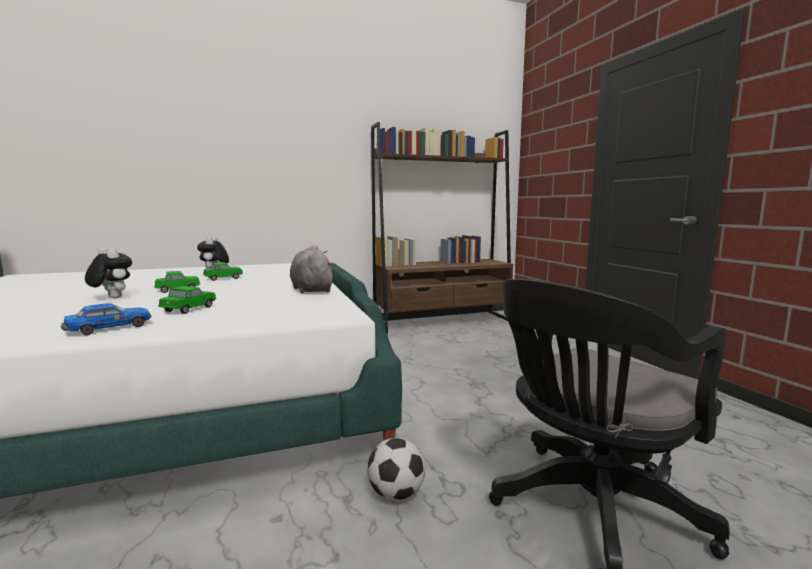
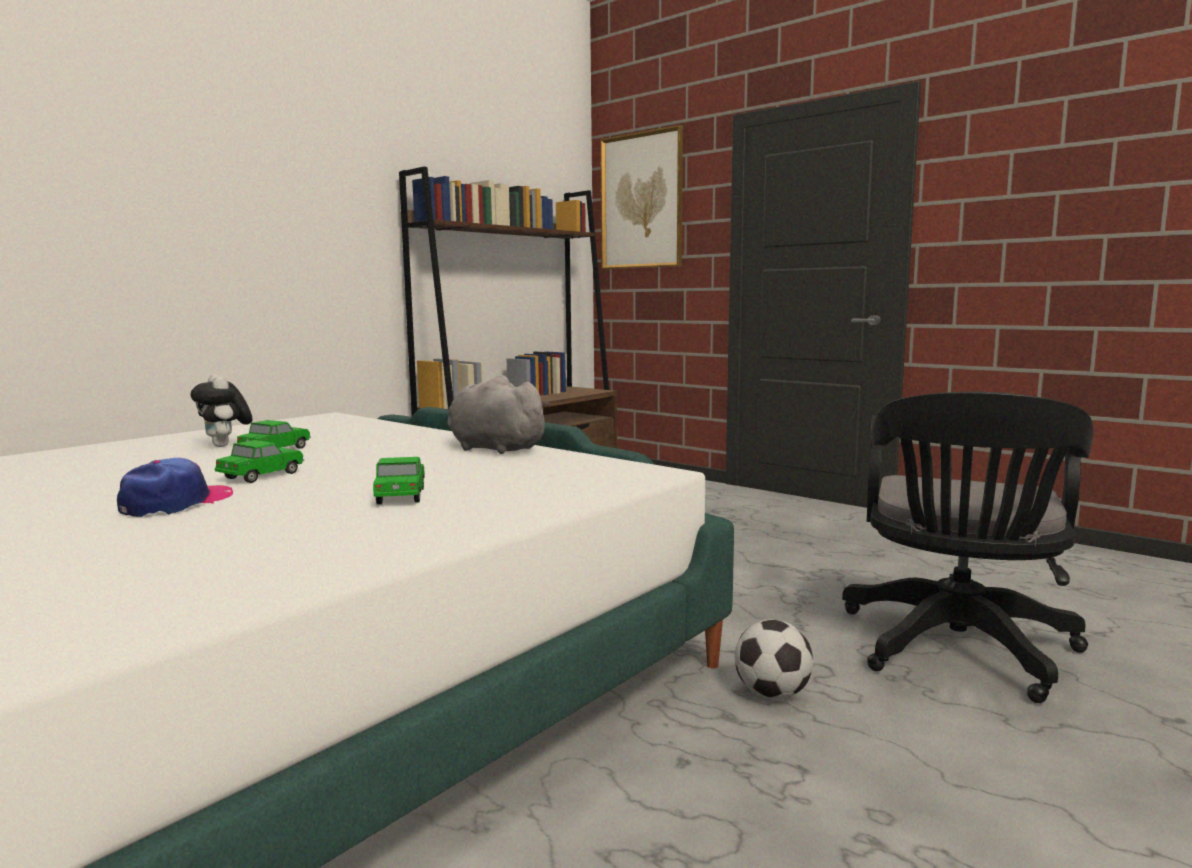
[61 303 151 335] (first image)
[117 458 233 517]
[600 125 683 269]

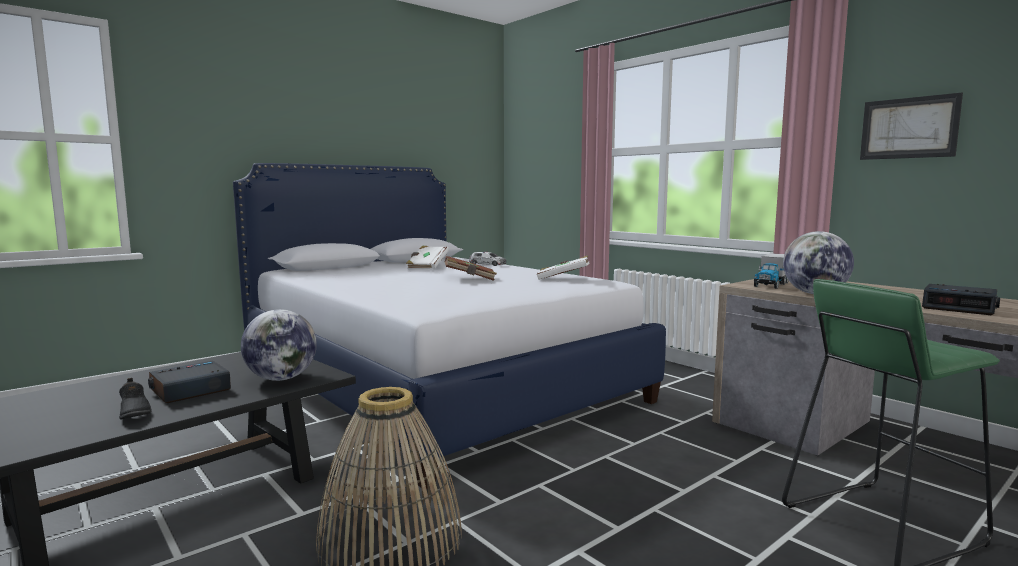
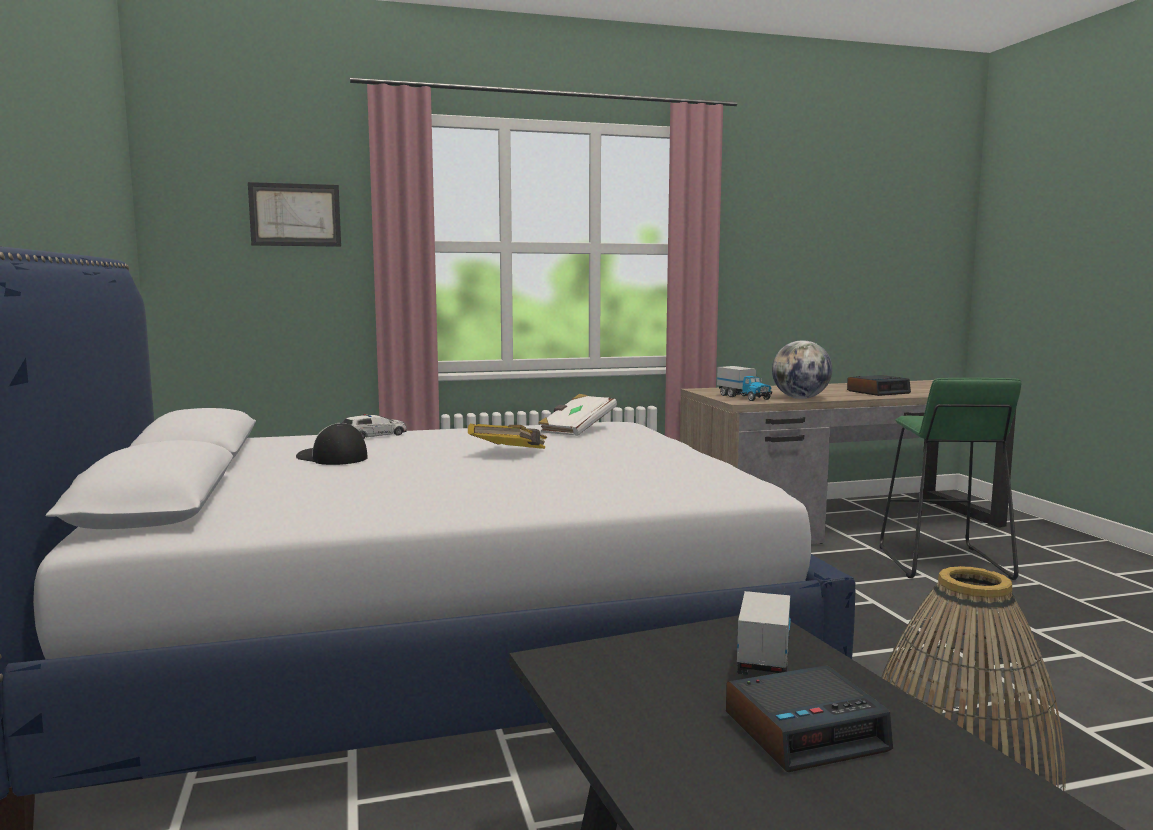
[119 378 152 420] (first image)
[726 665 893 772]
[737 589 791 675]
[296 423 368 465]
[468 424 547 449]
[248 182 341 247]

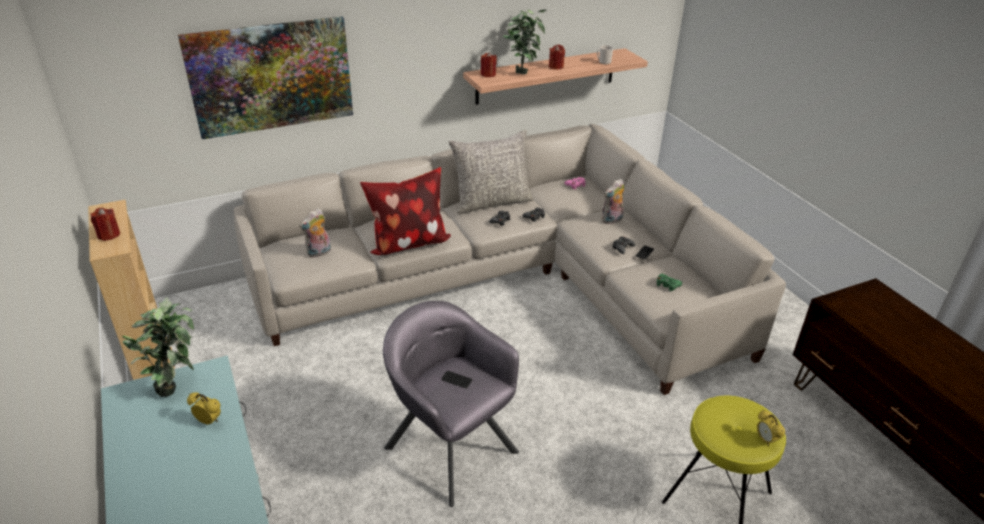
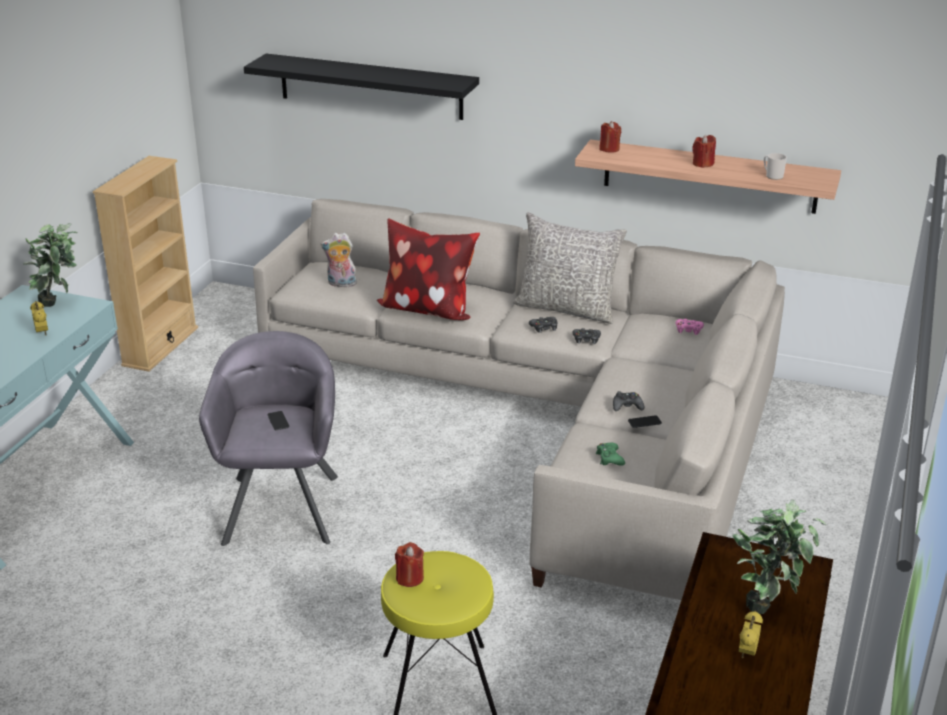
[395 542 424 587]
[244 54 479 120]
[732 499 827 614]
[602 178 624 224] (first image)
[739 611 763 658]

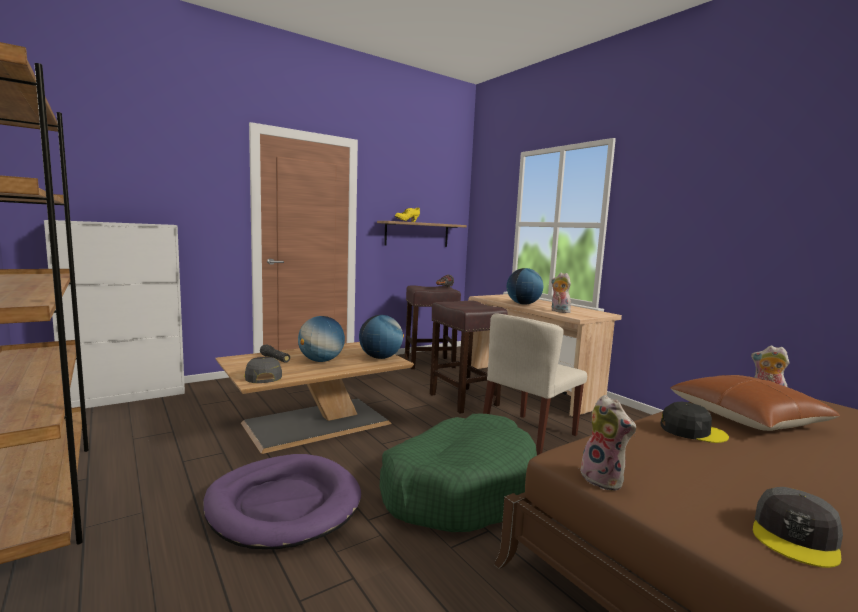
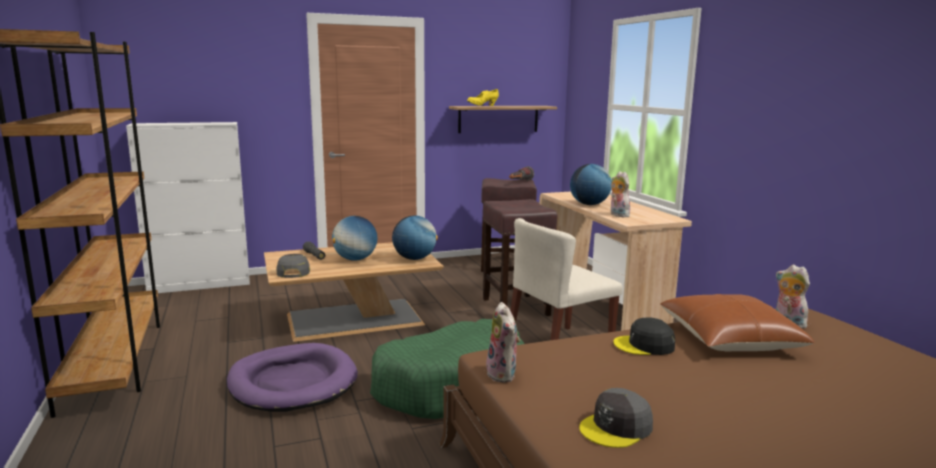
[613 317 675 355]

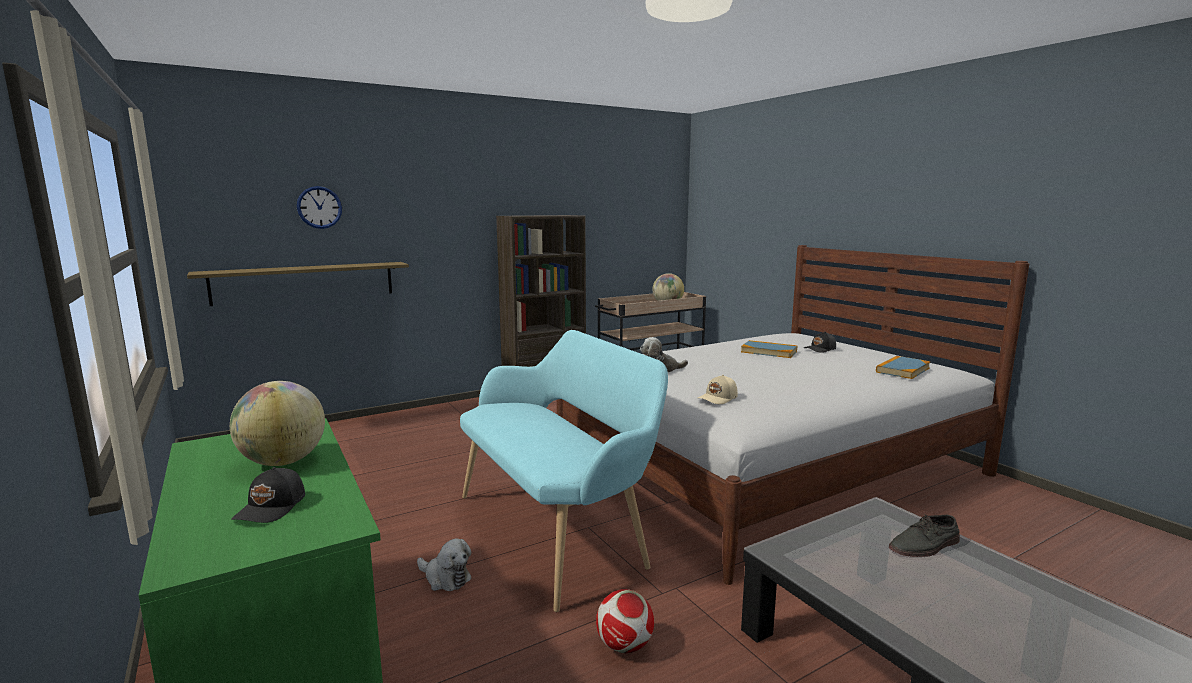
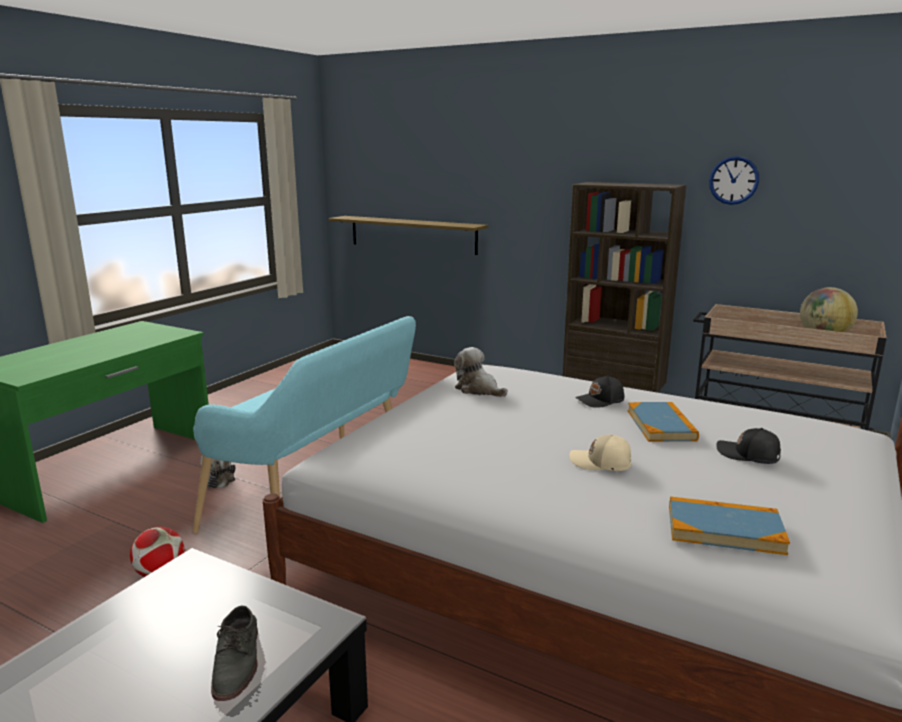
[230 381 325 466] (first image)
[575 375 624 408]
[709 156 759 205]
[569 434 632 471]
[211 605 258 701]

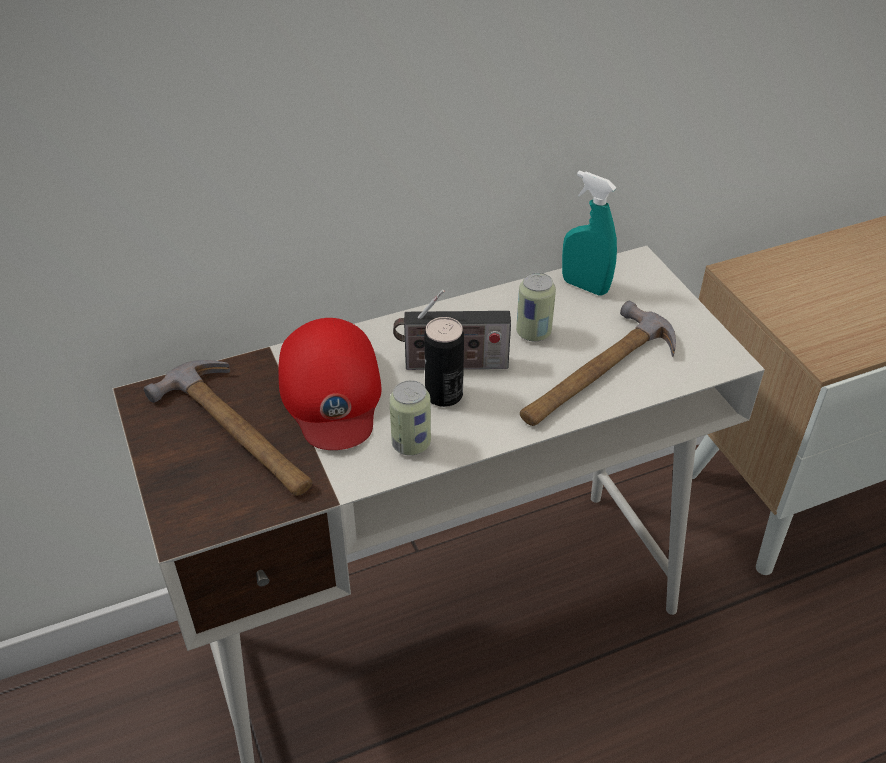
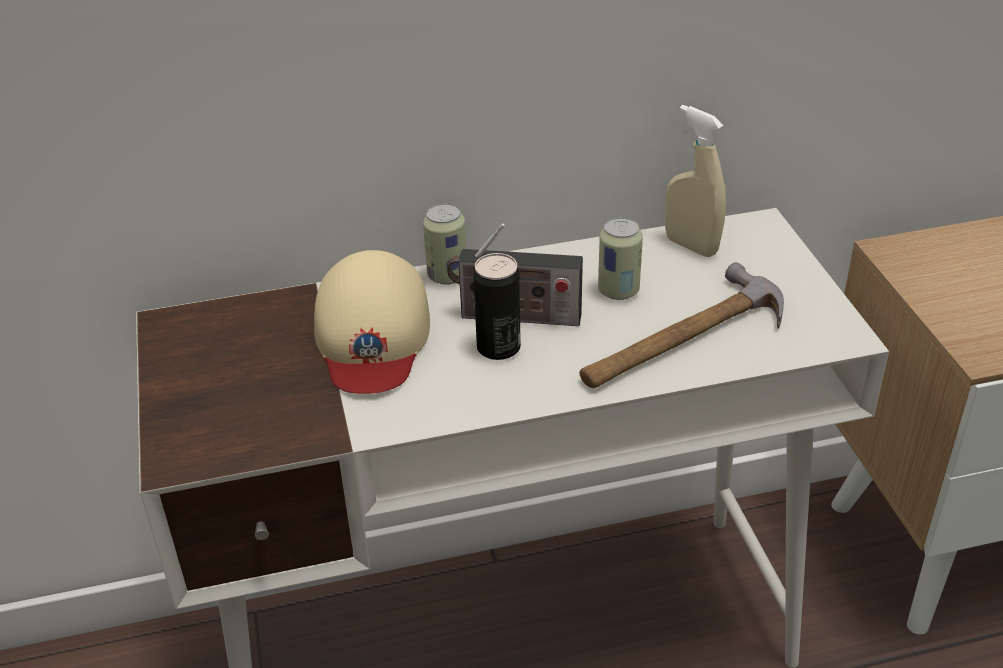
[144 360 312 496] (first image)
[314 250 430 394]
[423 204 466 285]
[665 105 726 257]

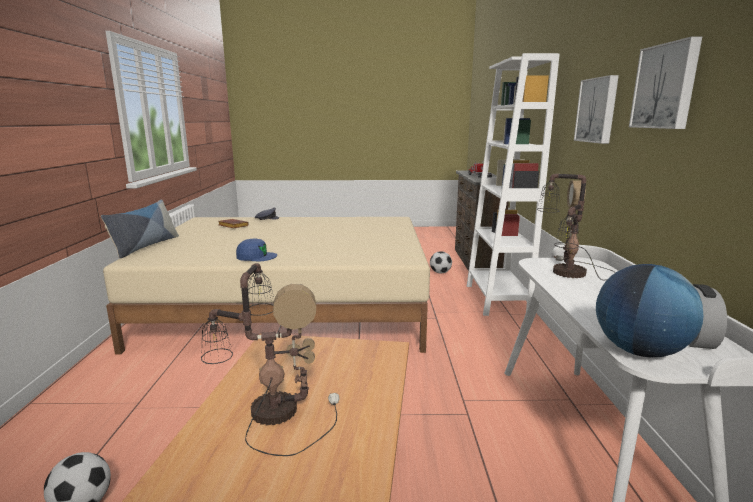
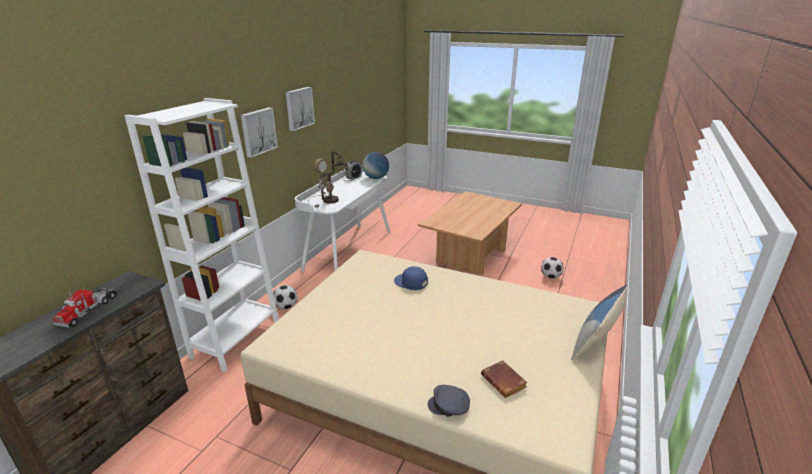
[201 263 340 456] (first image)
[394 266 428 290]
[273 285 297 309]

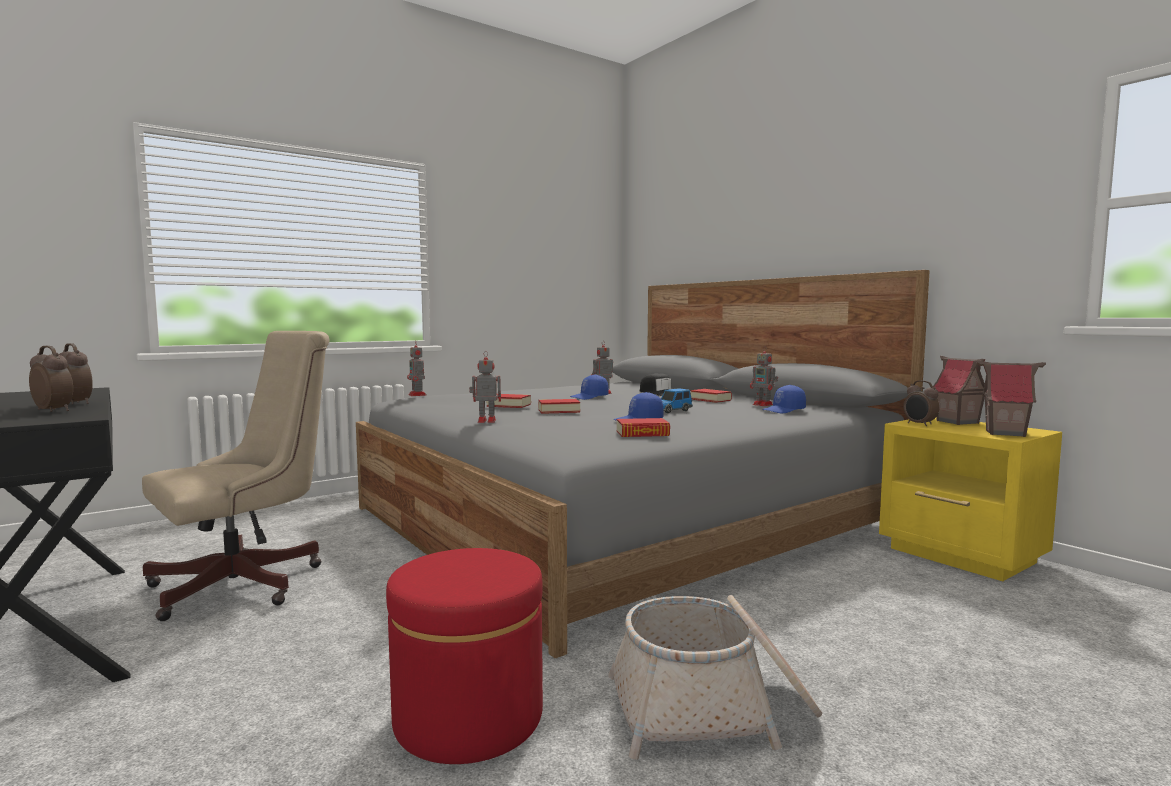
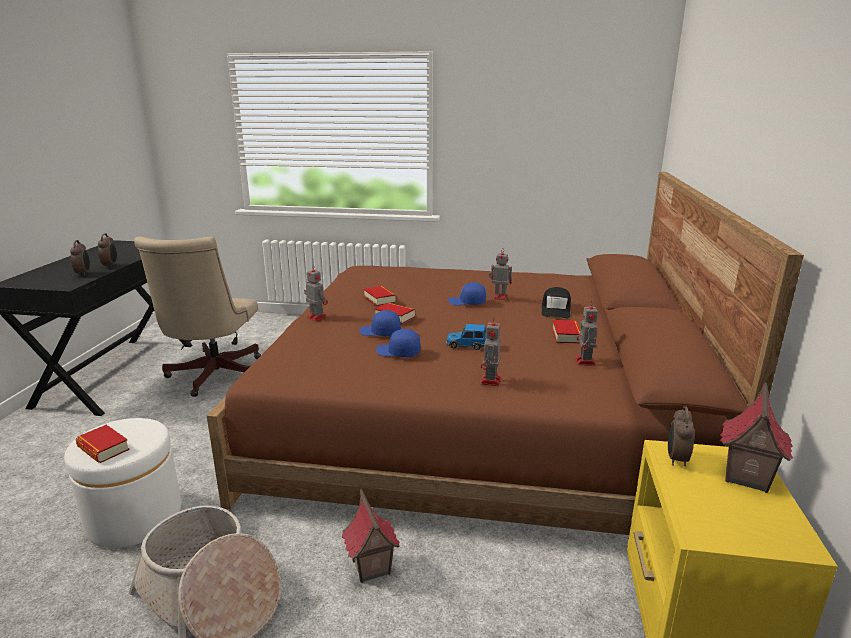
[134 236 261 397]
[207 172 804 535]
[64 418 181 548]
[480 317 501 386]
[75 425 130 463]
[359 310 401 336]
[342 489 399 583]

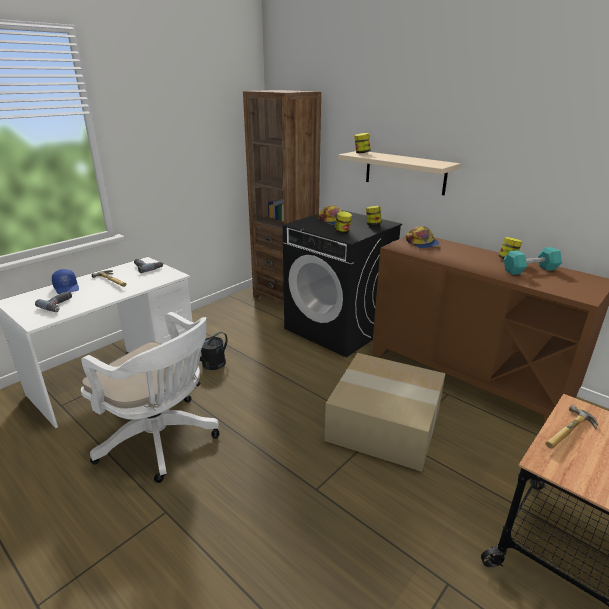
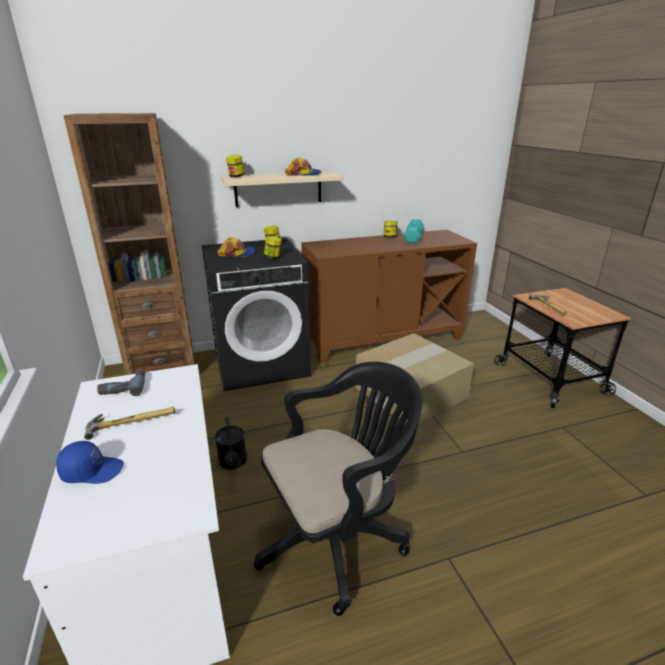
[35 291 72 312] (first image)
[254 362 422 616]
[285 158 321 176]

